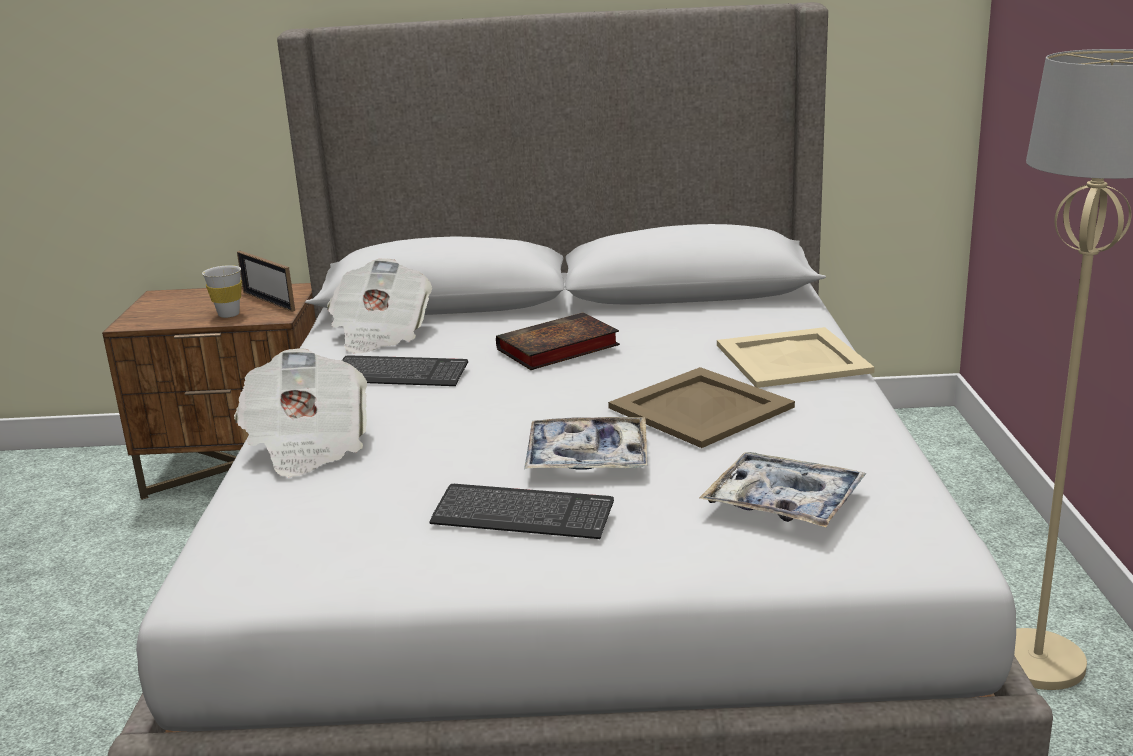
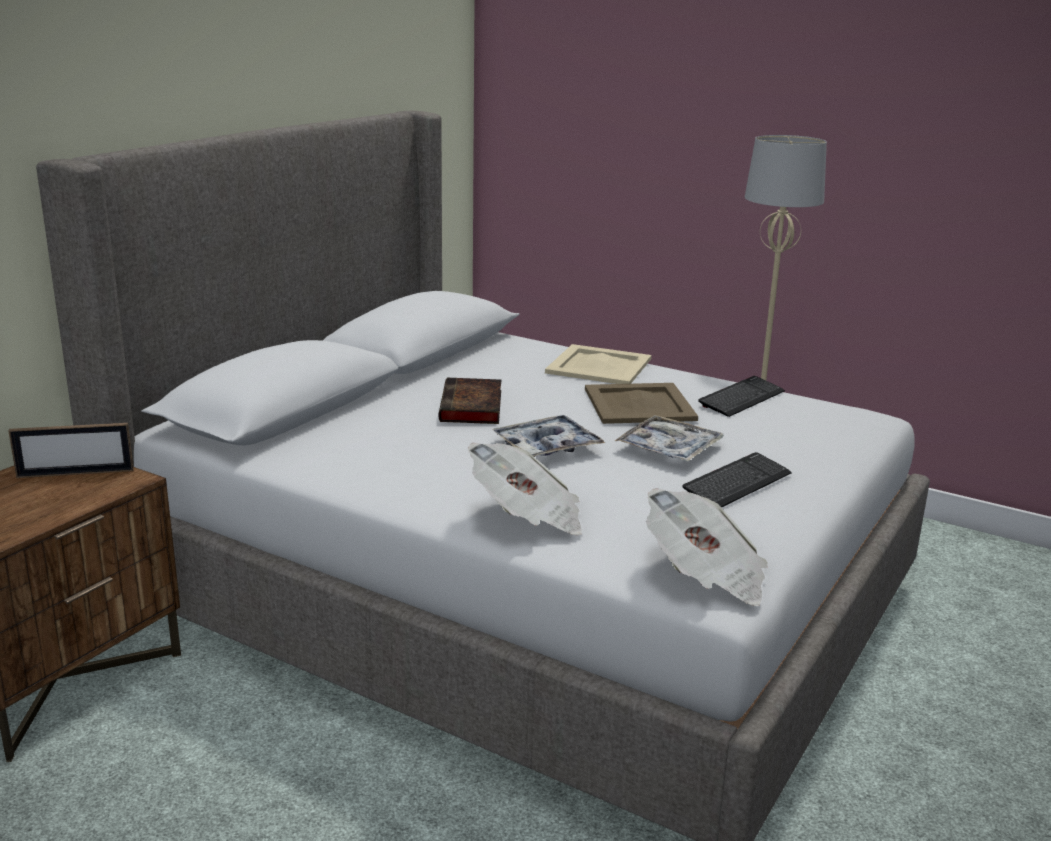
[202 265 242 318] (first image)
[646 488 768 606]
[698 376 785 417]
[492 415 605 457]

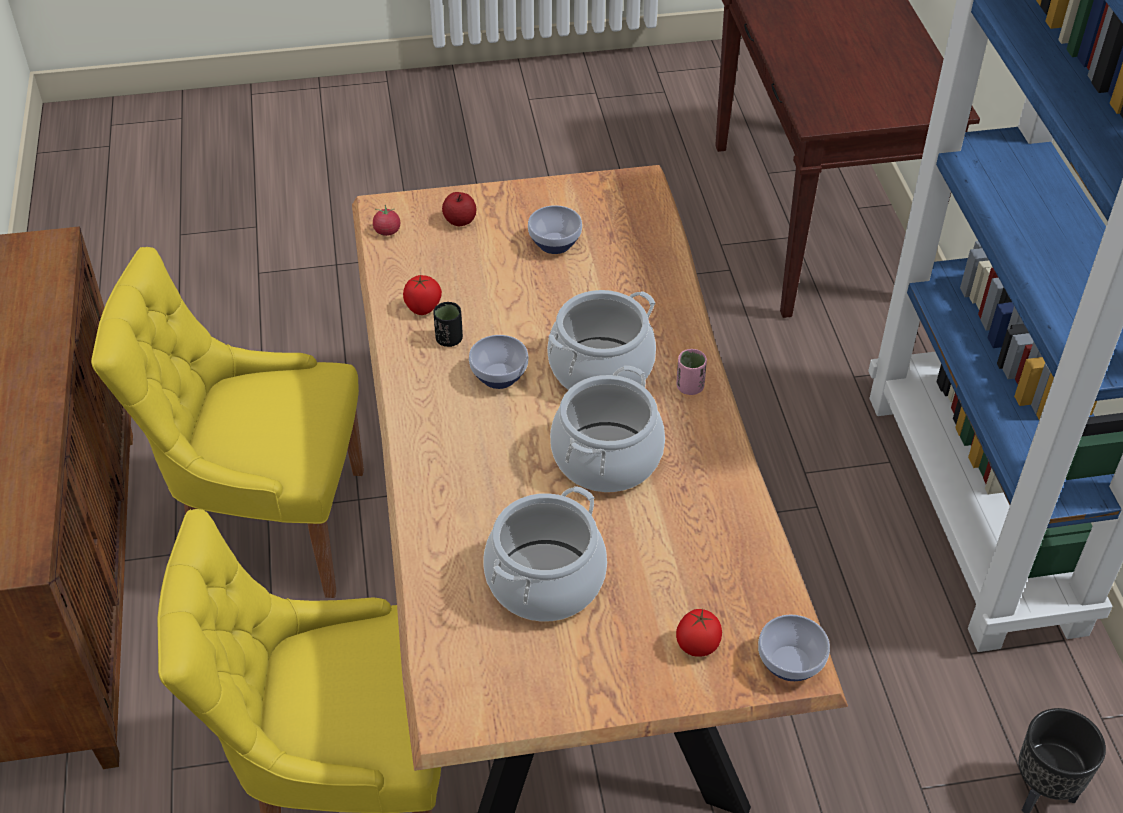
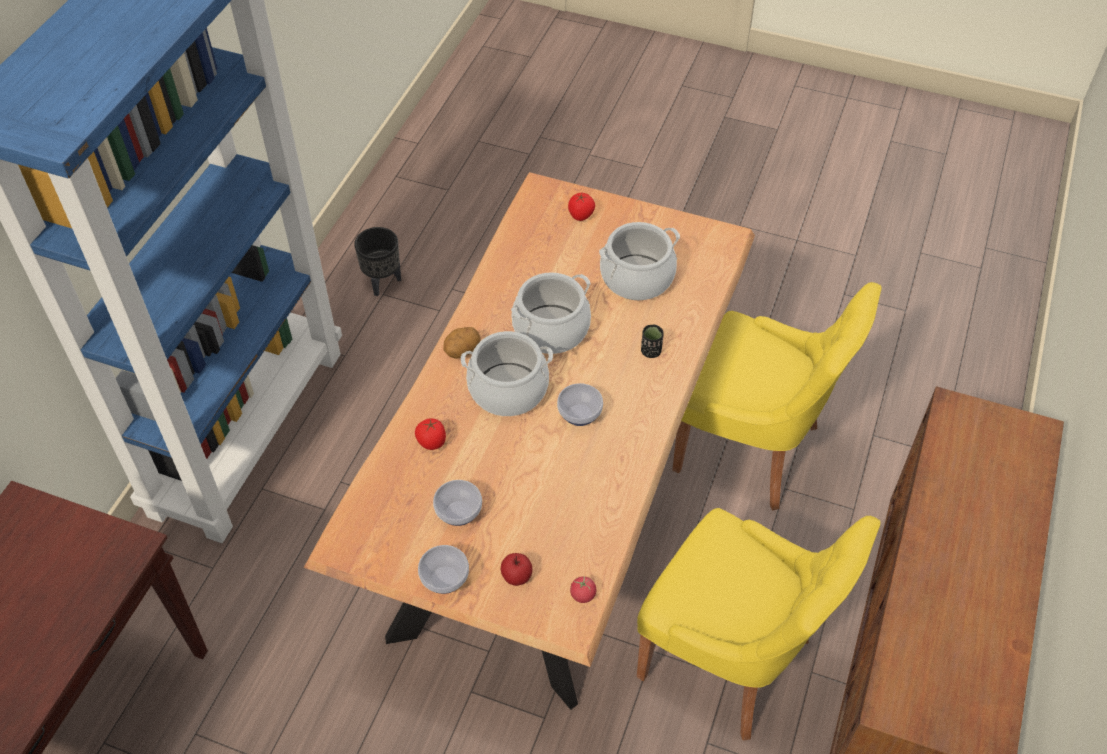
[415 418 446 450]
[641 325 664 358]
[444 327 481 359]
[418 545 469 594]

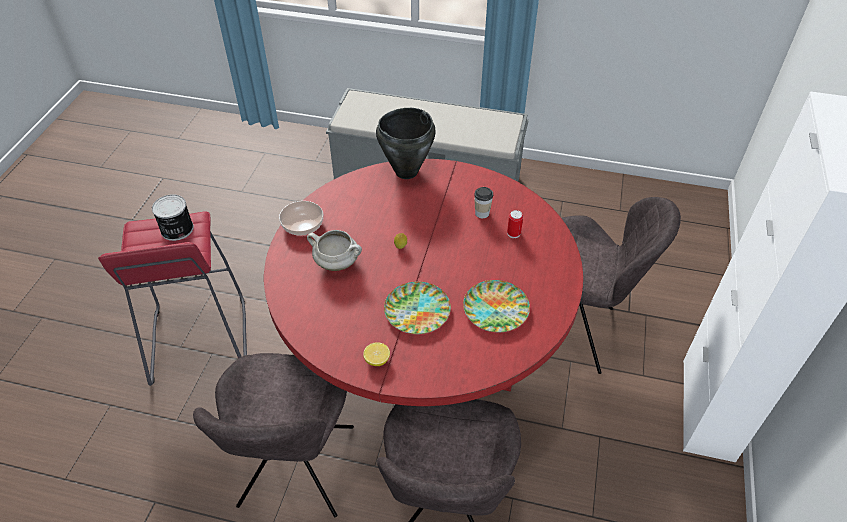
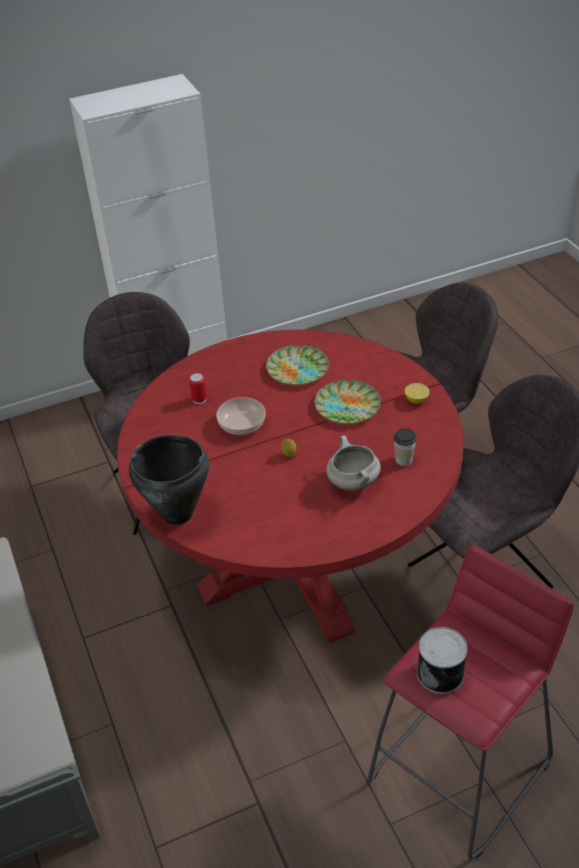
[216 397 265 435]
[394 429 416 466]

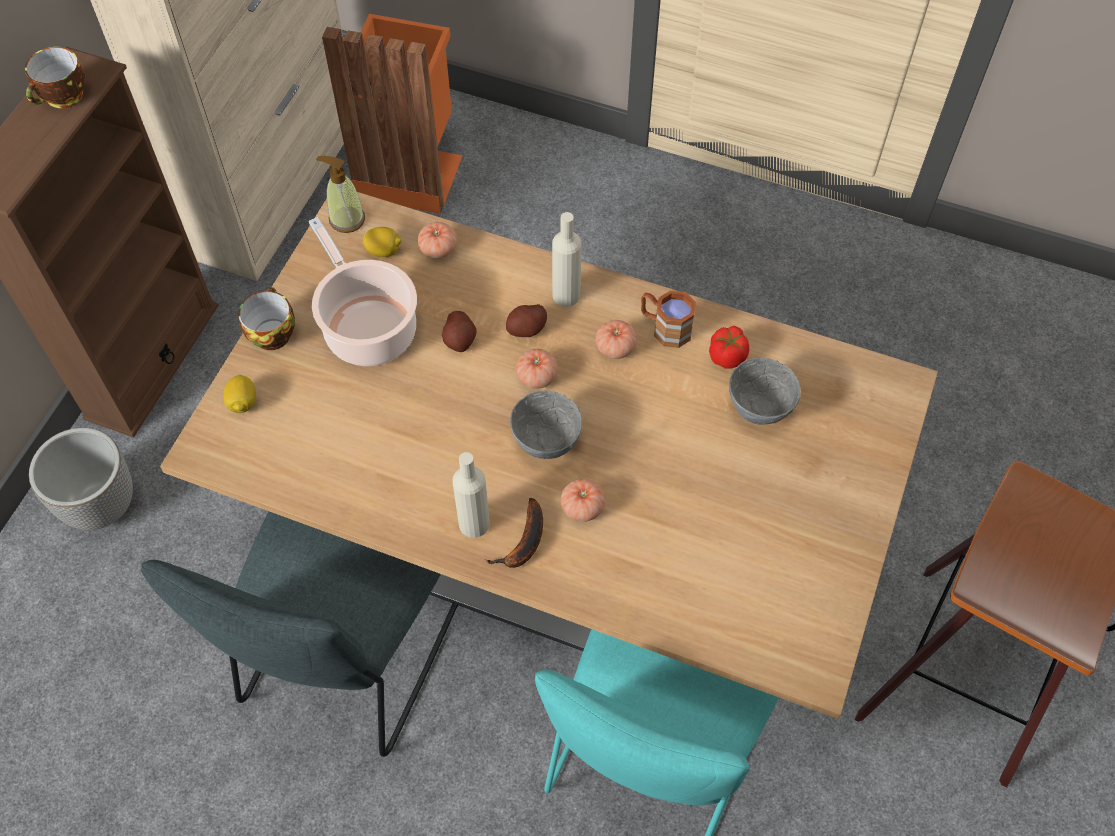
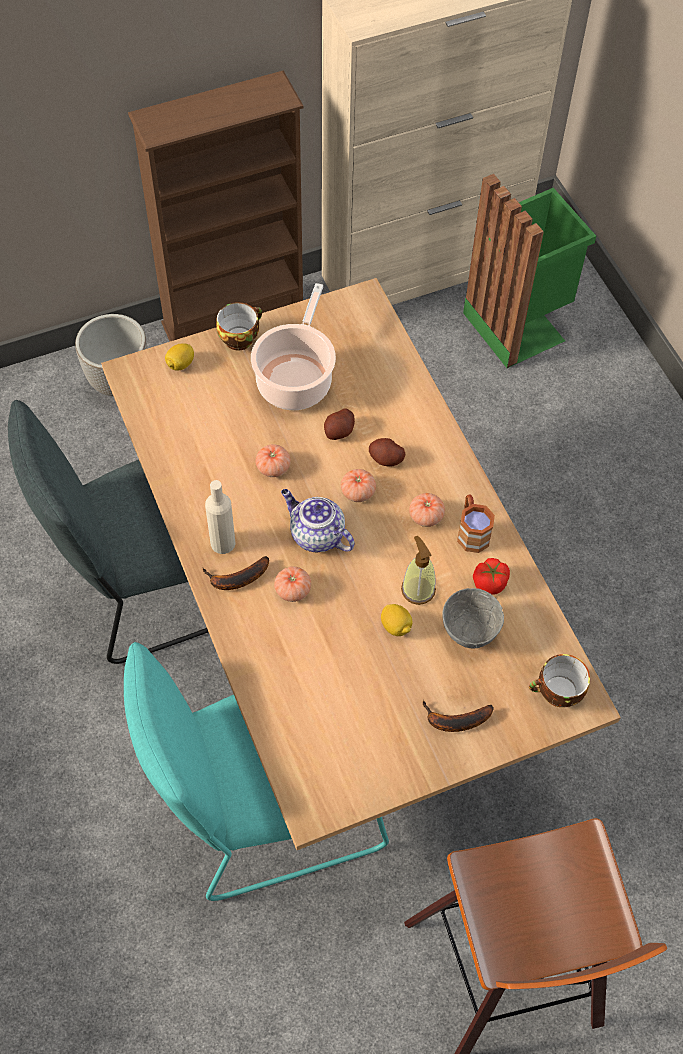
[529 654 590 707]
[401 536 436 605]
[463 174 596 368]
[381 604 412 636]
[255 444 291 477]
[281 489 355 552]
[552 212 582 307] (first image)
[423 699 494 732]

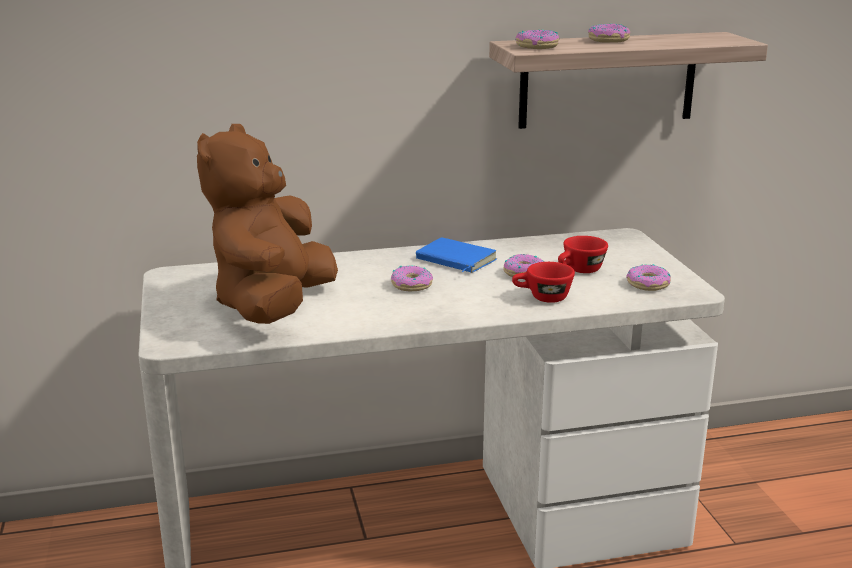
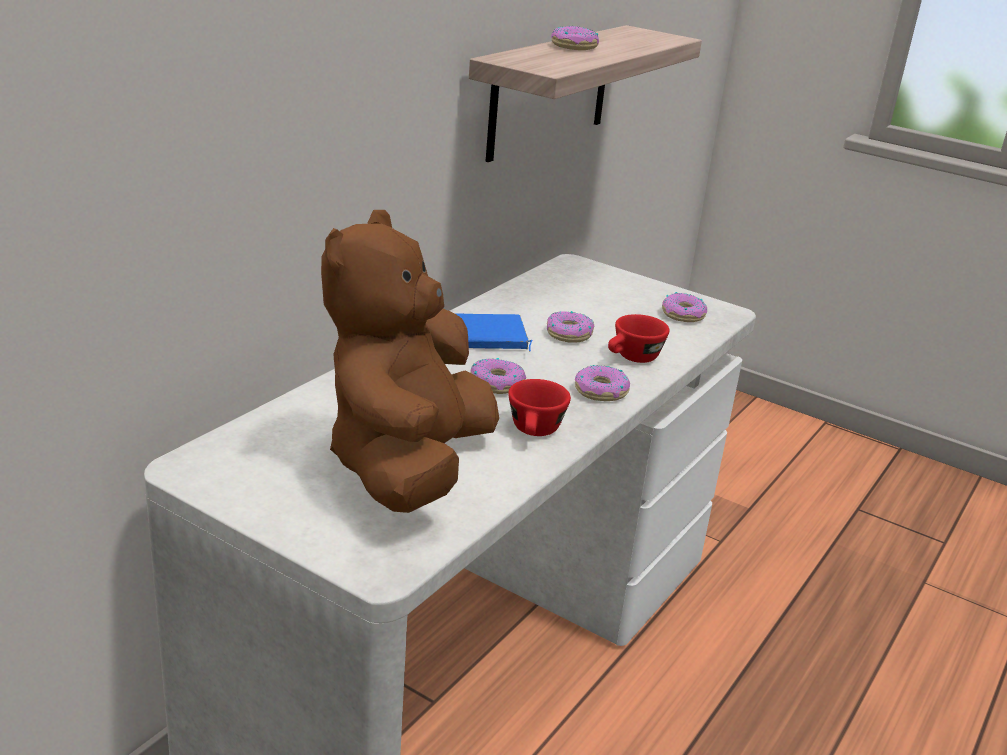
[321 210 499 513]
[575 365 630 401]
[508 379 571 436]

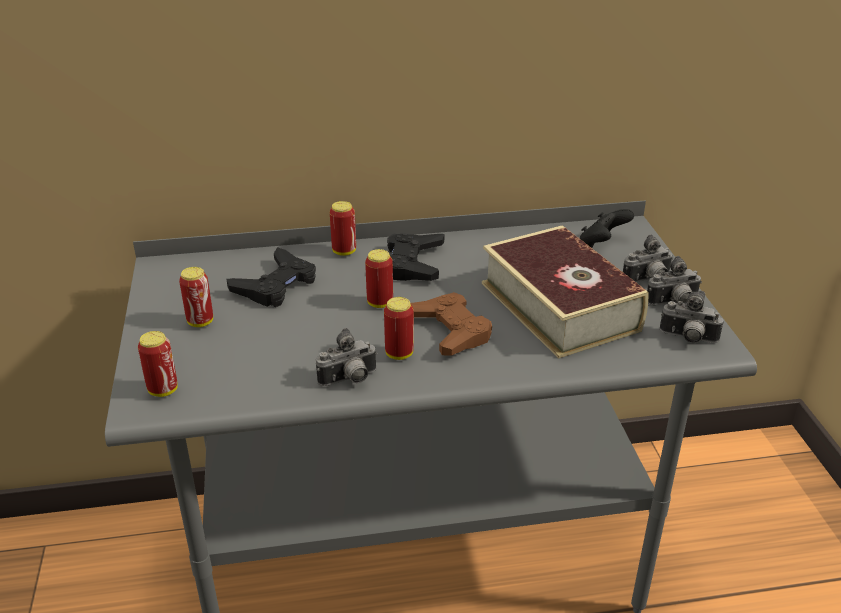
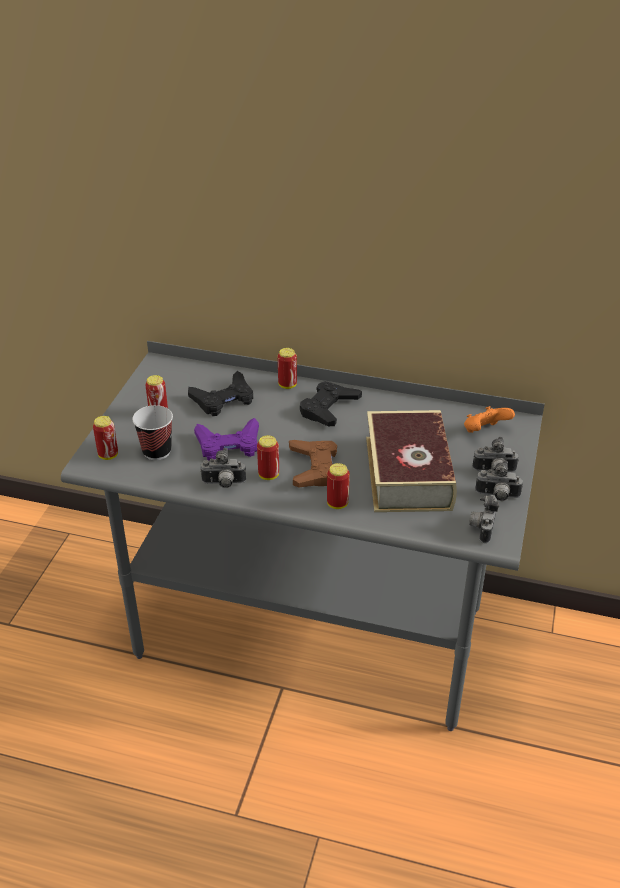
[327 463 350 509]
[464 406 515 433]
[469 495 500 543]
[132 405 173 460]
[194 418 259 460]

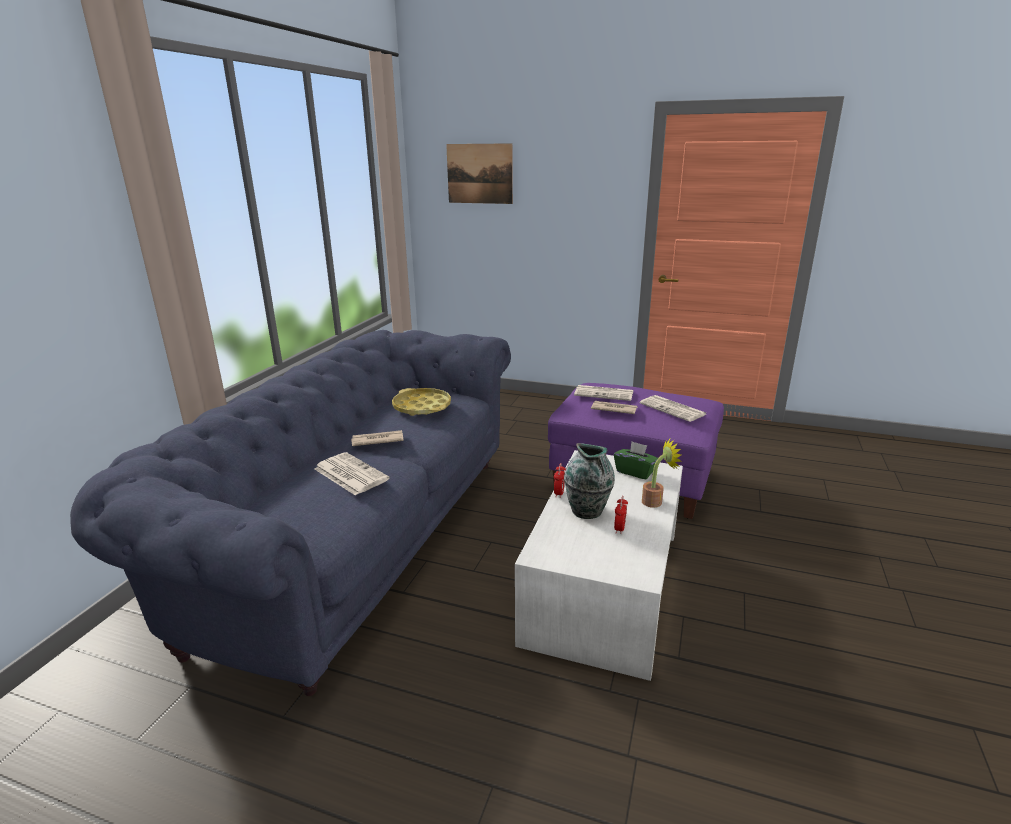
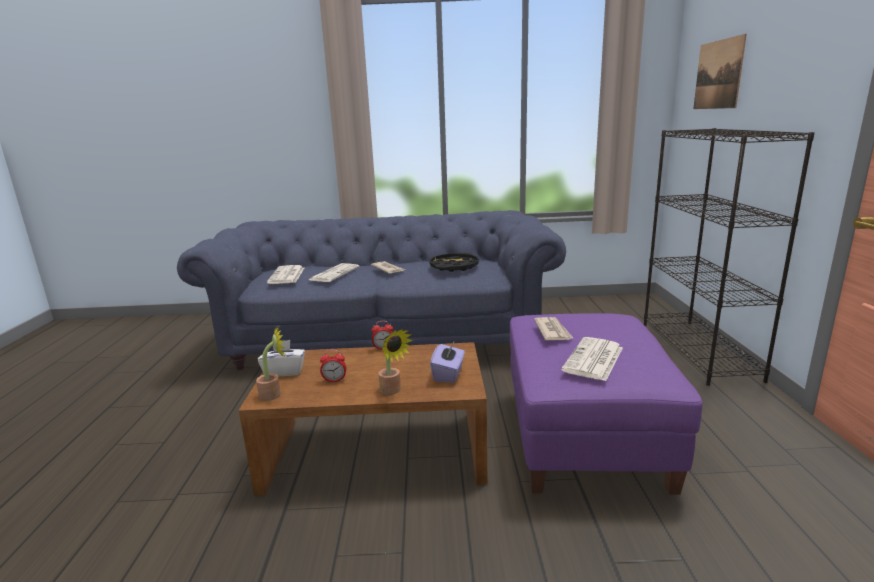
[429 253 479 272]
[239 342 488 495]
[564 443 615 519] (first image)
[267 265 304 284]
[430 342 465 383]
[256 326 286 401]
[258 340 305 377]
[644 128 815 386]

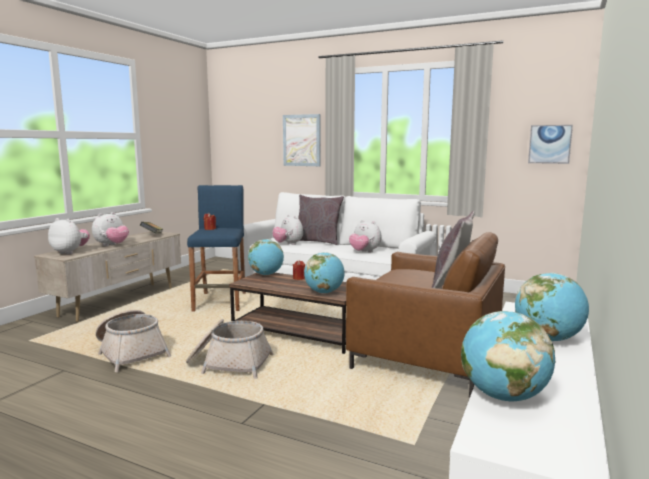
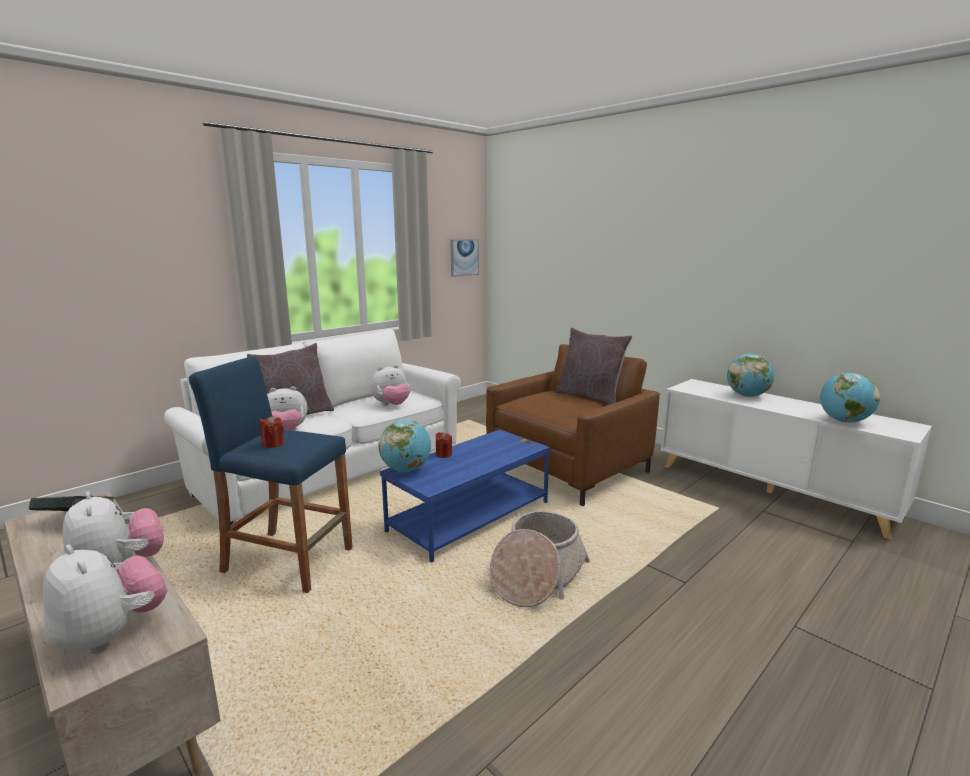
[43 545 168 654]
[96 310 171 372] (first image)
[380 430 550 563]
[283 114 320 166] (first image)
[304 252 345 294] (first image)

